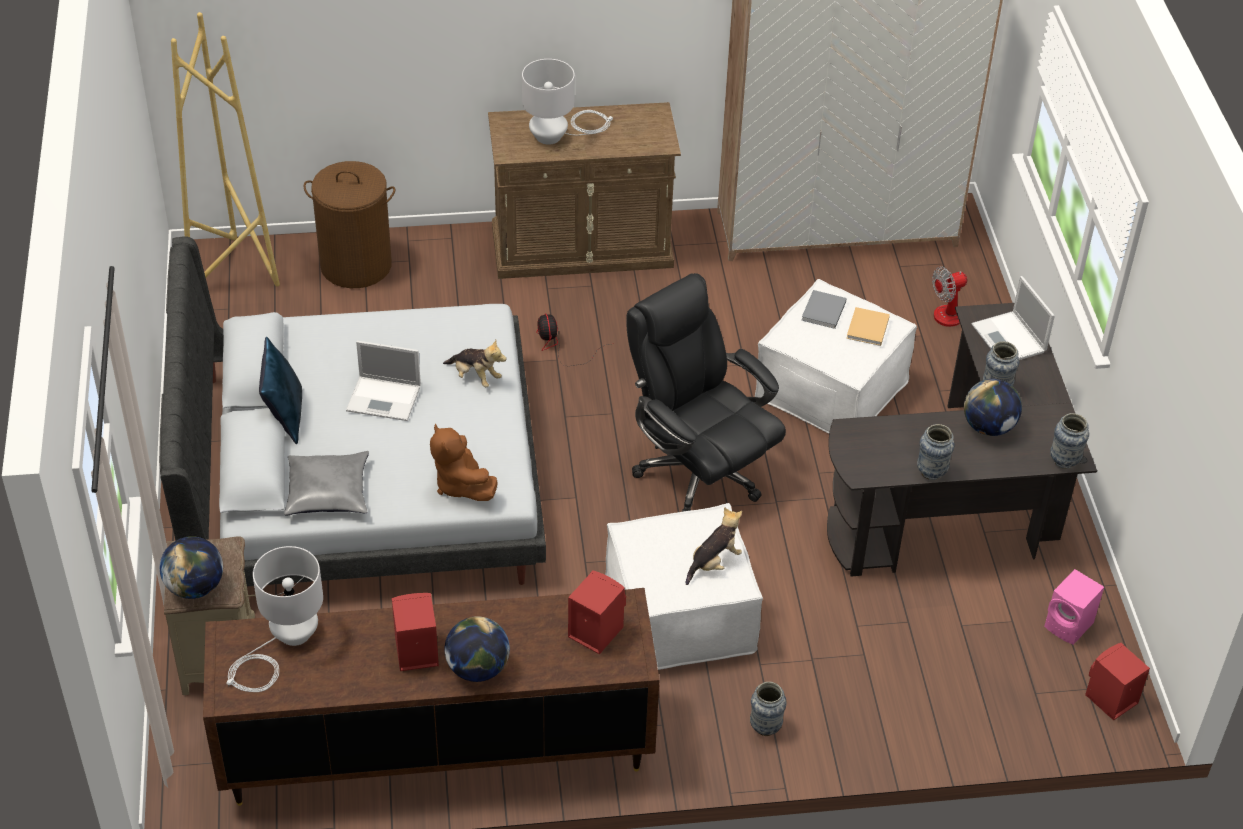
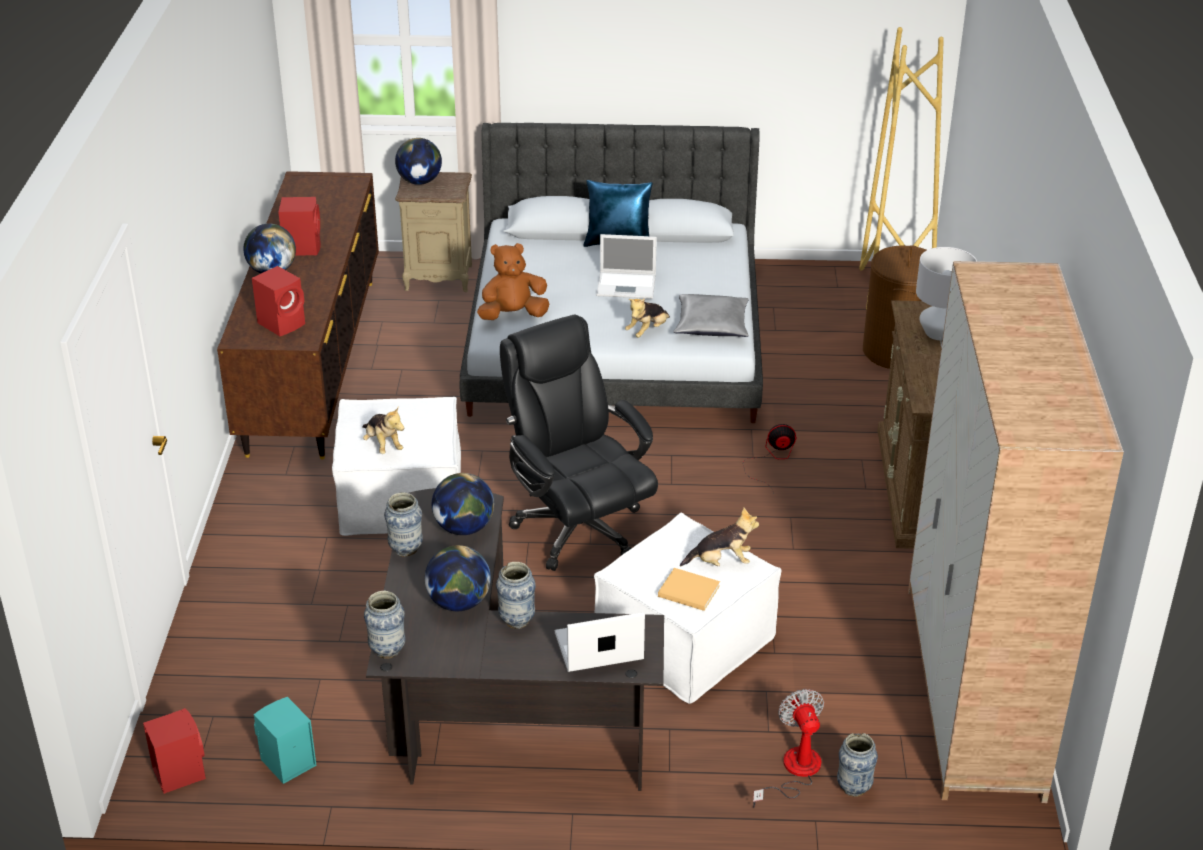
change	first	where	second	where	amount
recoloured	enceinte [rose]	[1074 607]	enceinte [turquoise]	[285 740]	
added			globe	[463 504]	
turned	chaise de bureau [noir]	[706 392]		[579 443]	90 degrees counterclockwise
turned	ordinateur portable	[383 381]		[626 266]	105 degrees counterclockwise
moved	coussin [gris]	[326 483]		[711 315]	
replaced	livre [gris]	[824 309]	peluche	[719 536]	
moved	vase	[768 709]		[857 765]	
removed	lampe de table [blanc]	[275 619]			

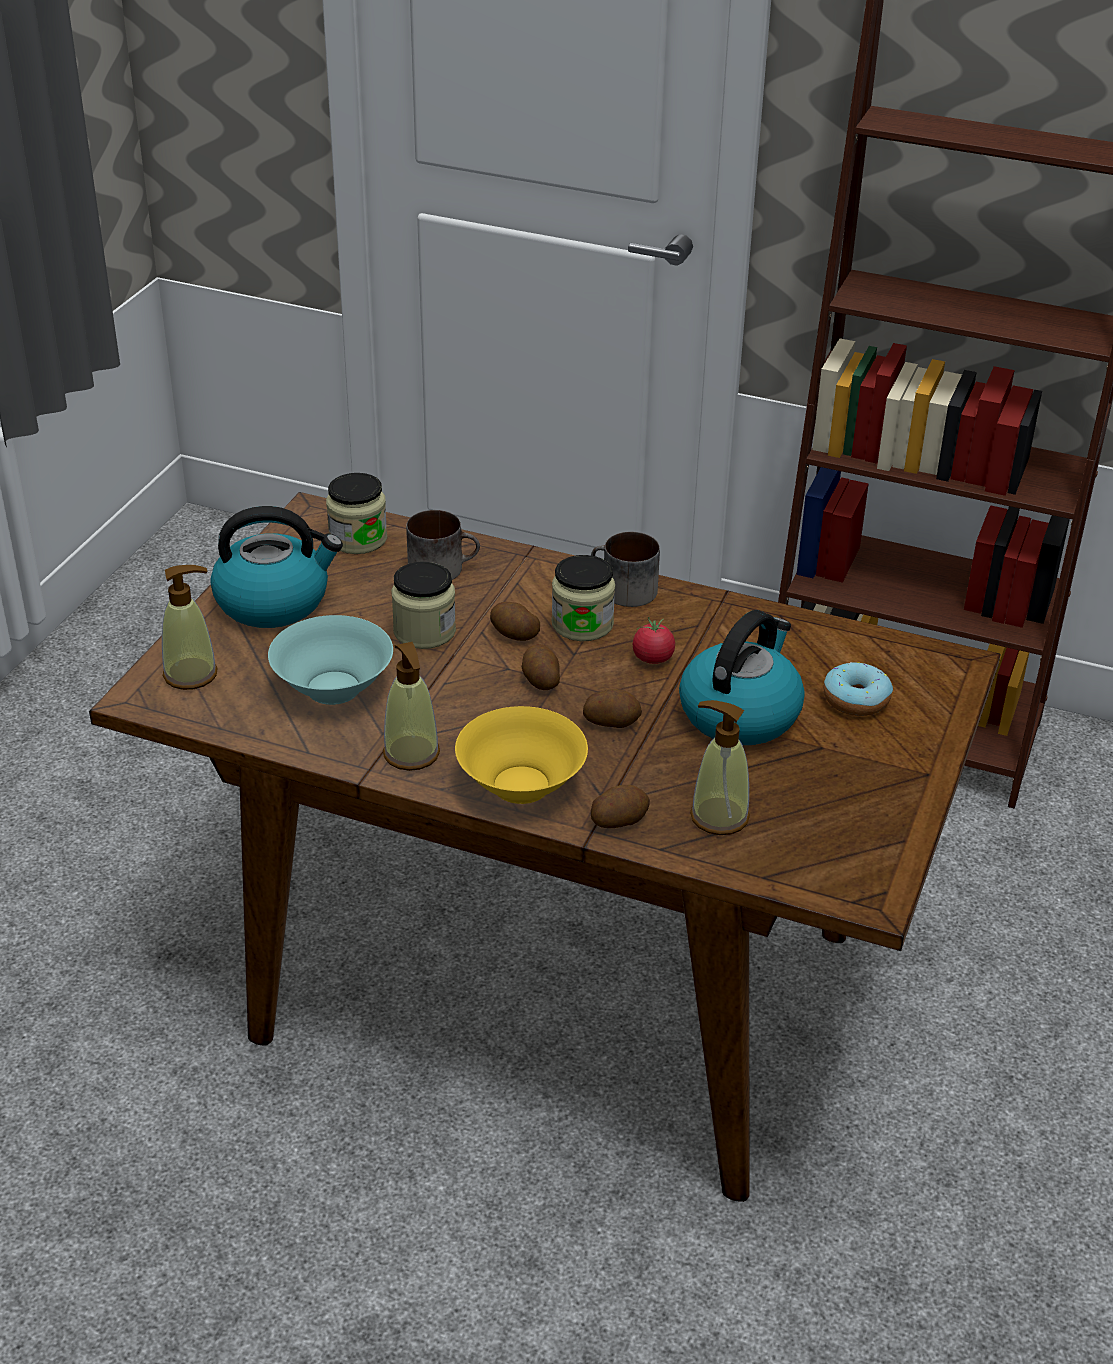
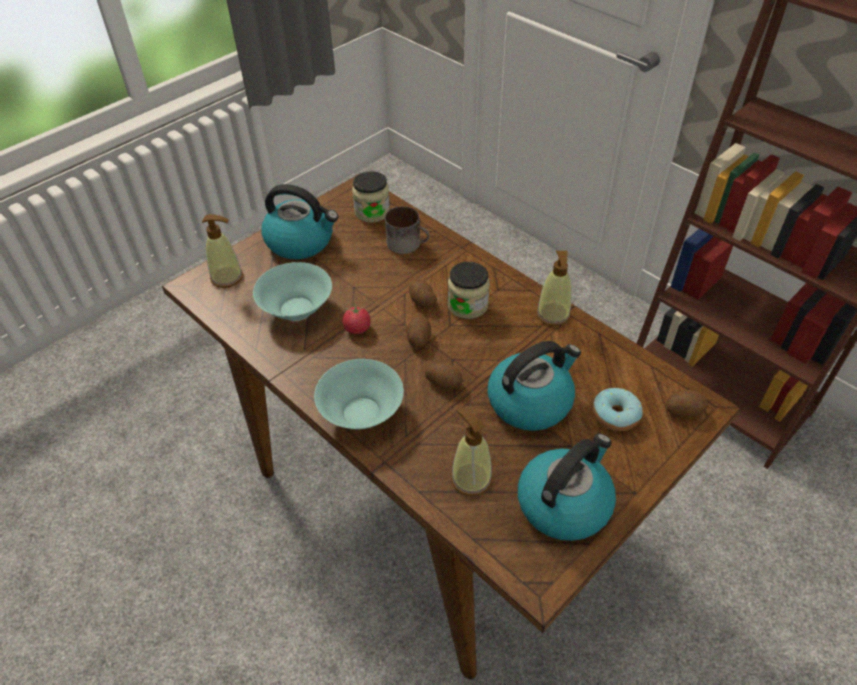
change	first	where	second	where	amount
recoloured	bol [jaune]	[521 755]	bol [turquoise]	[359 394]	
moved	tomate	[654 640]		[357 318]	
added			bouilloire	[567 487]	
moved	distributeur de savon	[411 706]		[554 288]	
moved	pomme de terre	[620 806]		[687 403]	
removed	bocal	[423 605]			
removed	mug	[625 569]			

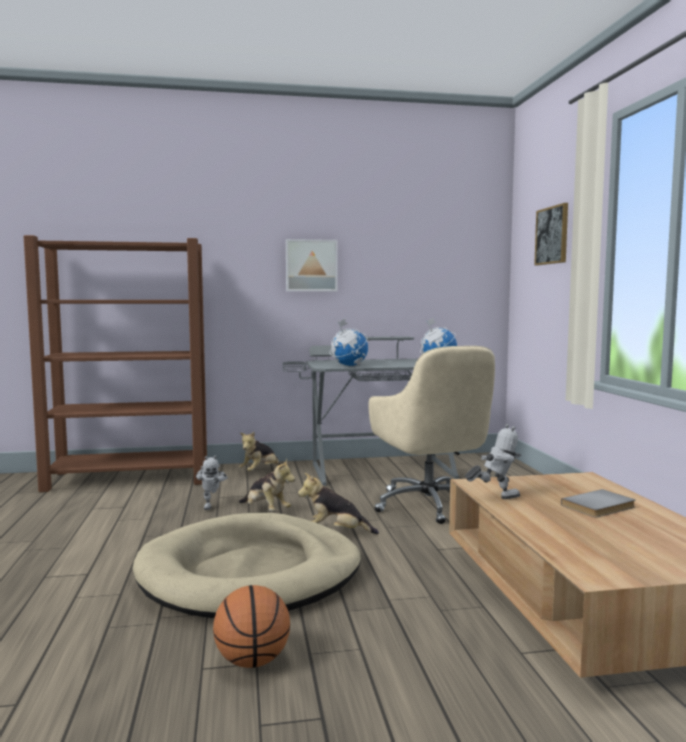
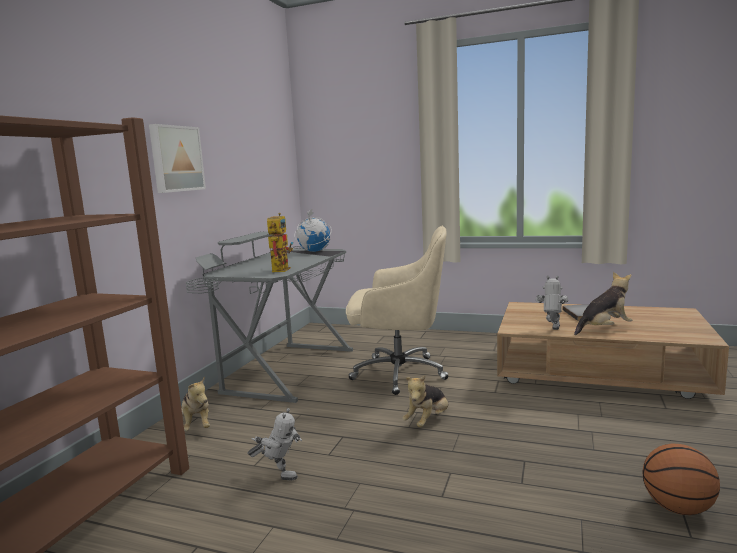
change	first	where	second	where	amount
replaced	globe	[349 342]	robot jouet	[280 242]	
moved	peluche	[267 485]		[603 303]	
removed	panier pour chien [beige]	[247 565]			
removed	tableau	[551 234]			

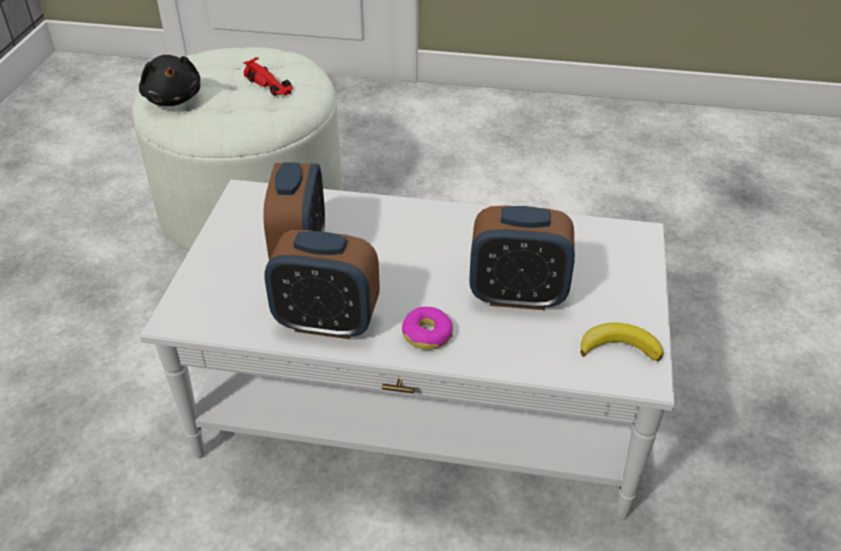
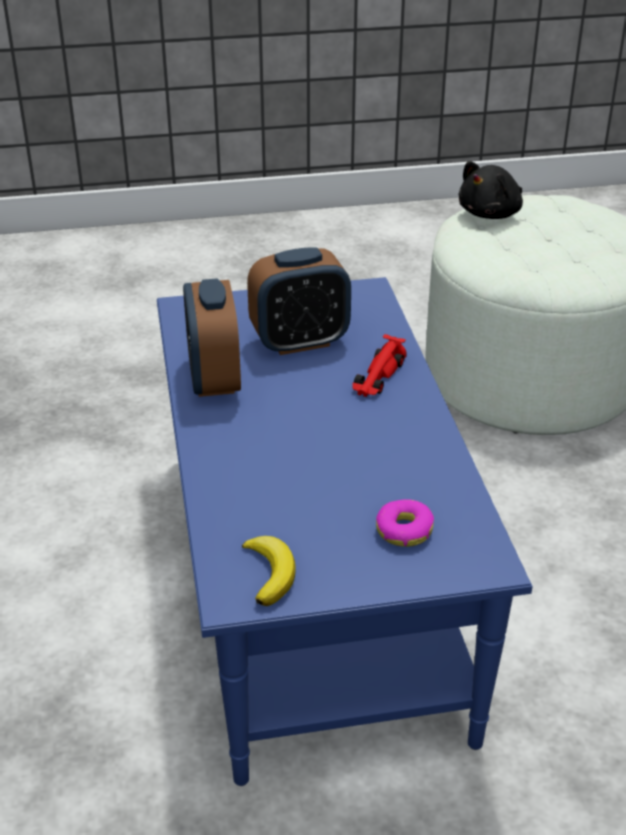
change	first	where	second	where	amount
recoloured	table basse [blanc]	[407 349]	table basse [bleu]	[344 531]	
moved	petite voiture [rouge]	[268 76]		[379 365]	
moved	beignet	[427 328]		[405 523]	
removed	réveil	[522 258]			

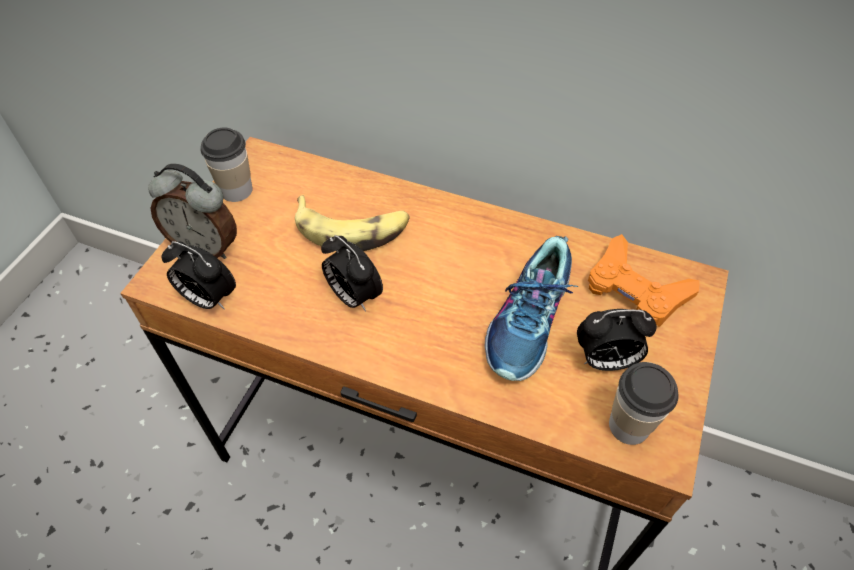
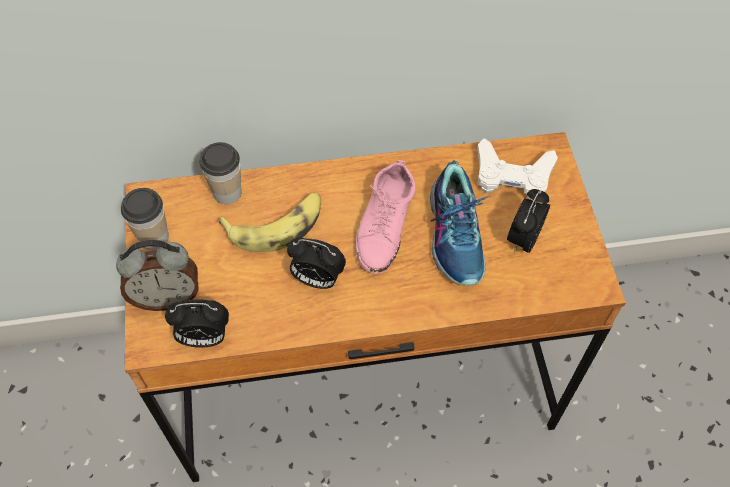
change	first	where	second	where	amount
moved	tasse	[643 403]		[220 173]	
added			chaussure [rose]	[385 217]	
recoloured	manette [orange]	[644 280]	manette [blanc]	[517 169]	
turned	réveil	[617 340]		[528 221]	150 degrees clockwise

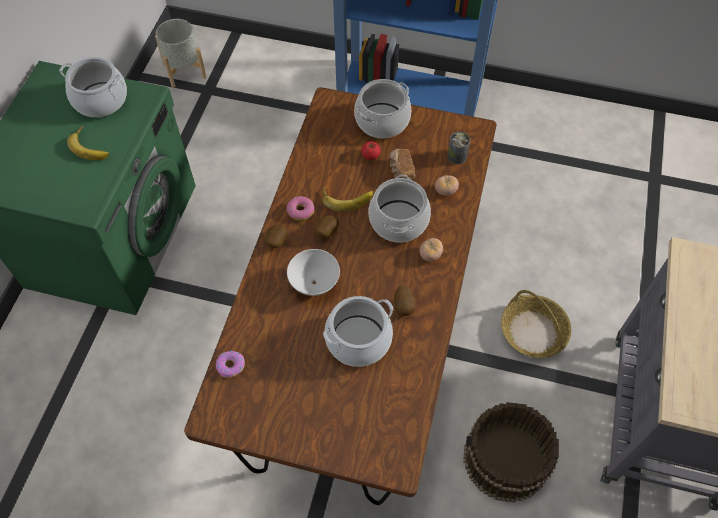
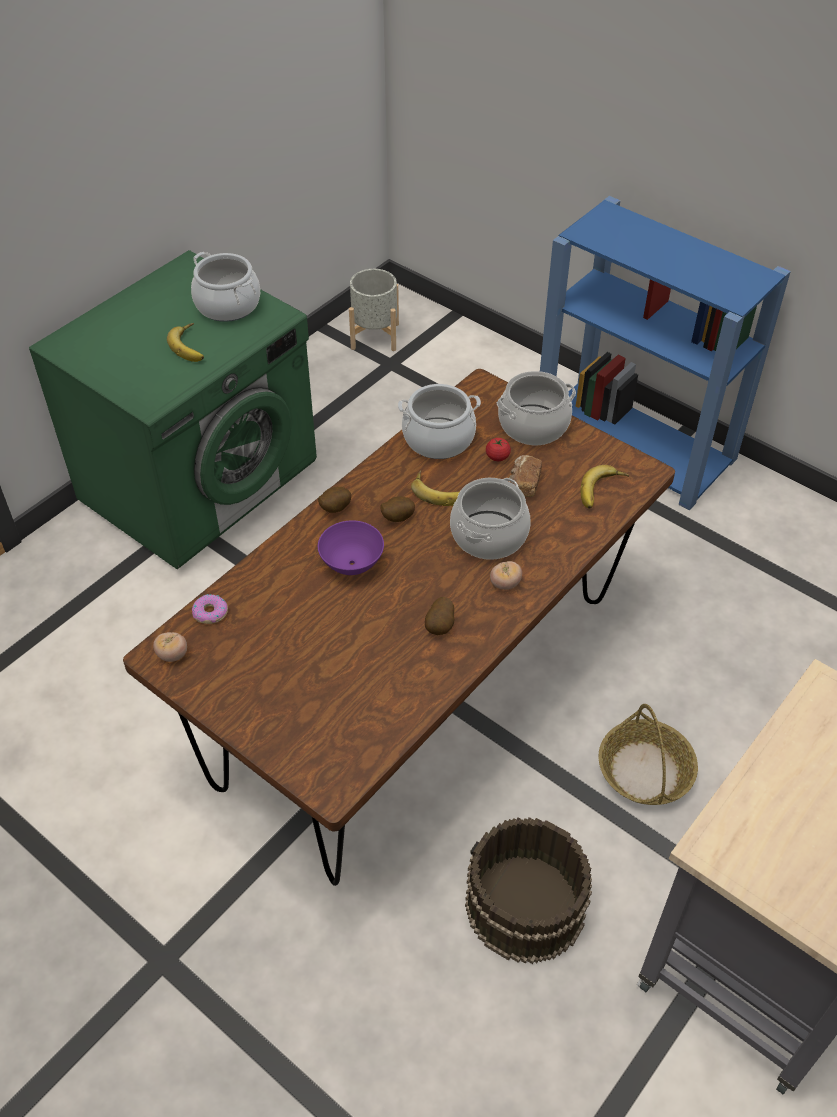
change	first	where	second	where	amount
moved	tomate	[447 185]		[170 647]	
recoloured	bol [blanc]	[313 272]	bol [violet]	[351 547]	
moved	marmite	[358 331]		[439 421]	
replaced	boîte métallique	[458 148]	banane	[605 487]	
removed	beignet	[301 208]			

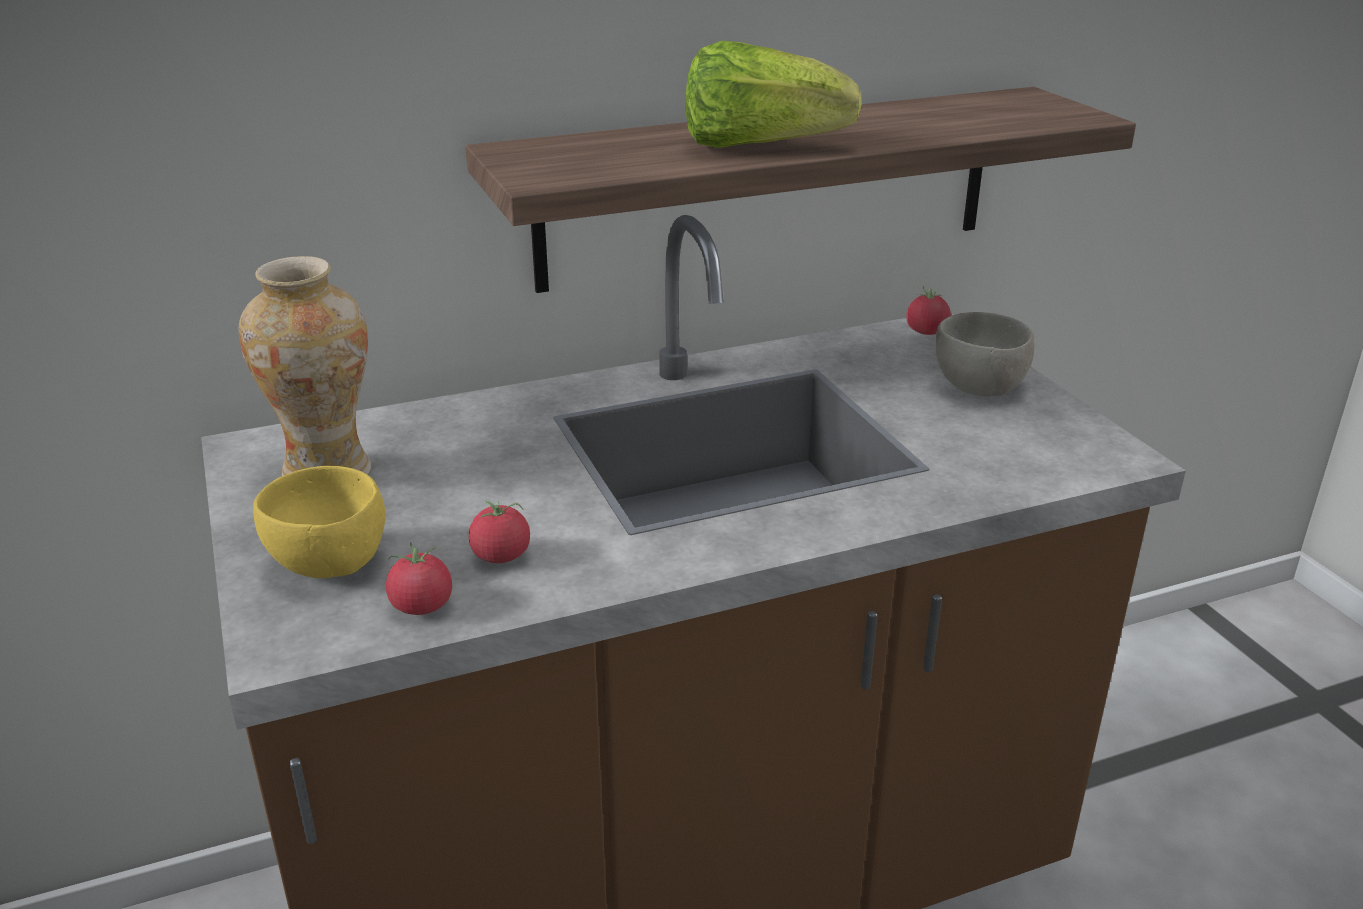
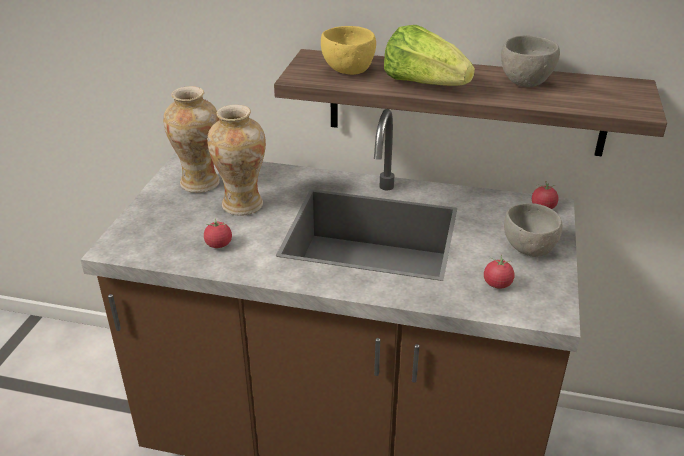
change	first	where	second	where	amount
added			vase	[236 160]	
moved	bol [jaune]	[319 522]		[348 50]	
moved	tomate	[419 578]		[499 272]	
added			bol [gris]	[530 61]	

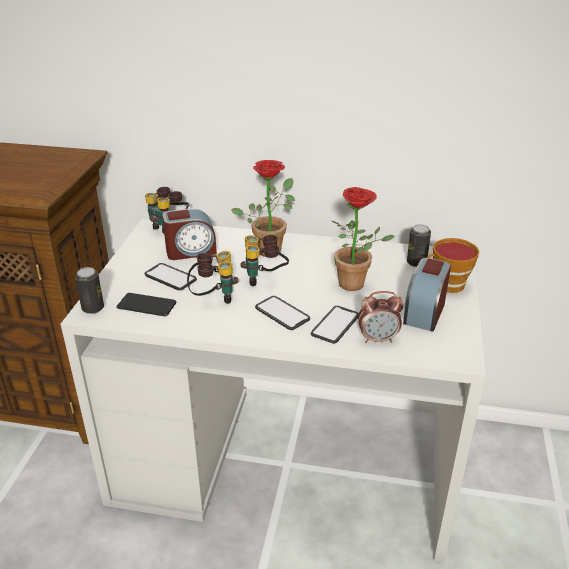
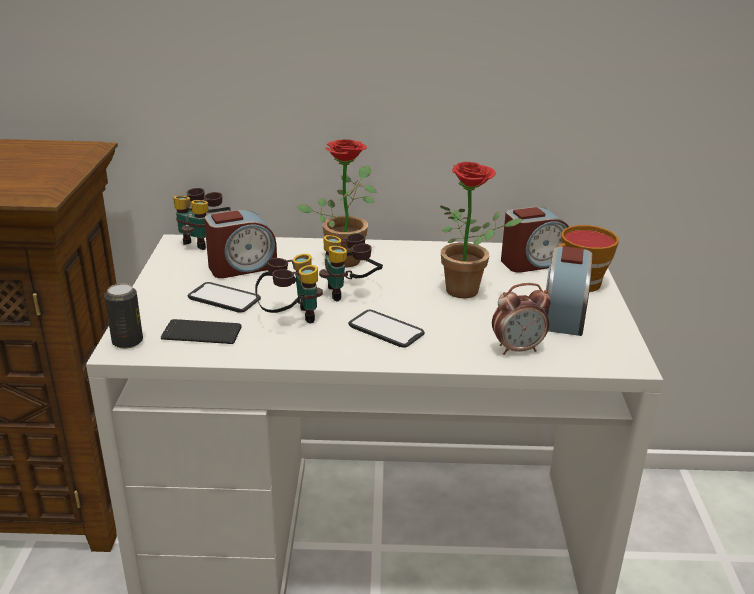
change	first	where	second	where	amount
replaced	boîte métallique	[419 245]	réveil	[535 240]	
removed	téléphone	[335 325]			

